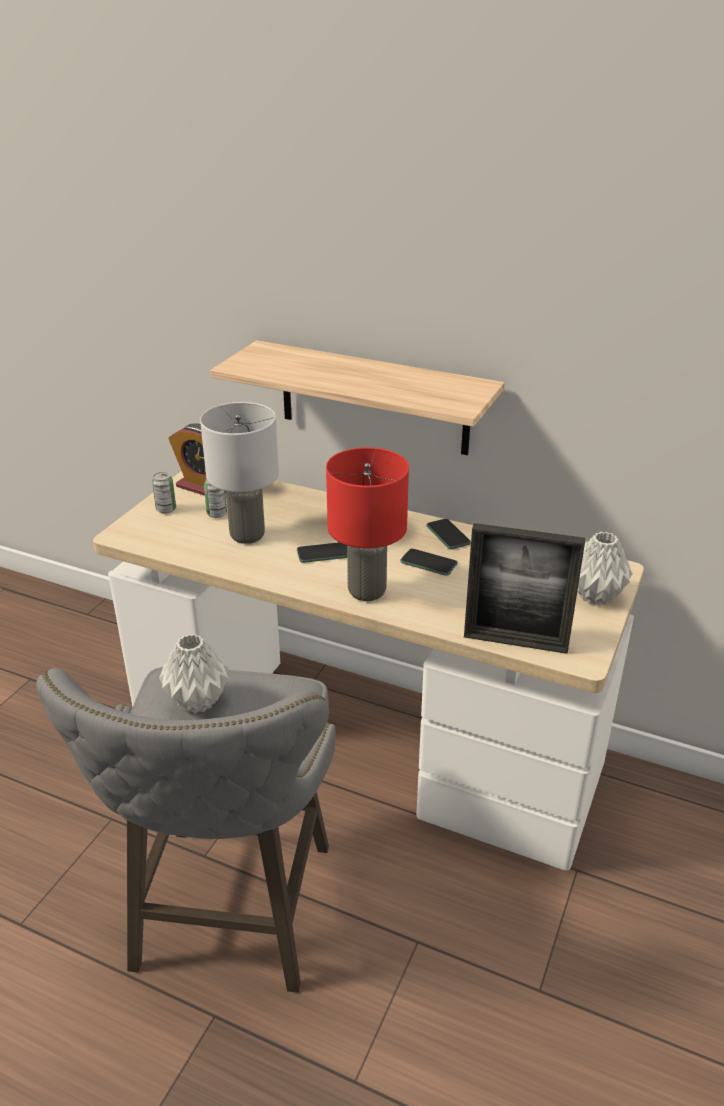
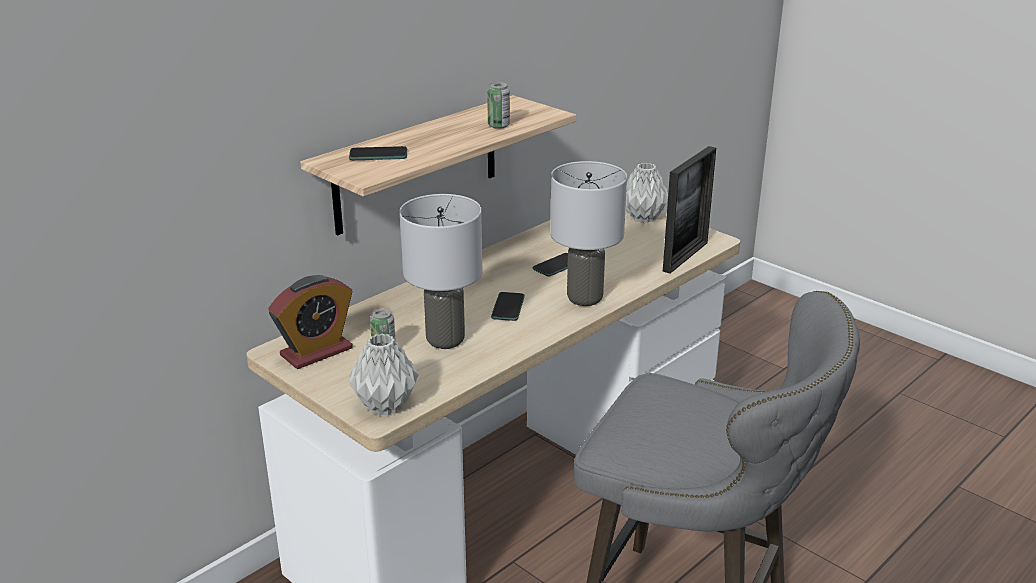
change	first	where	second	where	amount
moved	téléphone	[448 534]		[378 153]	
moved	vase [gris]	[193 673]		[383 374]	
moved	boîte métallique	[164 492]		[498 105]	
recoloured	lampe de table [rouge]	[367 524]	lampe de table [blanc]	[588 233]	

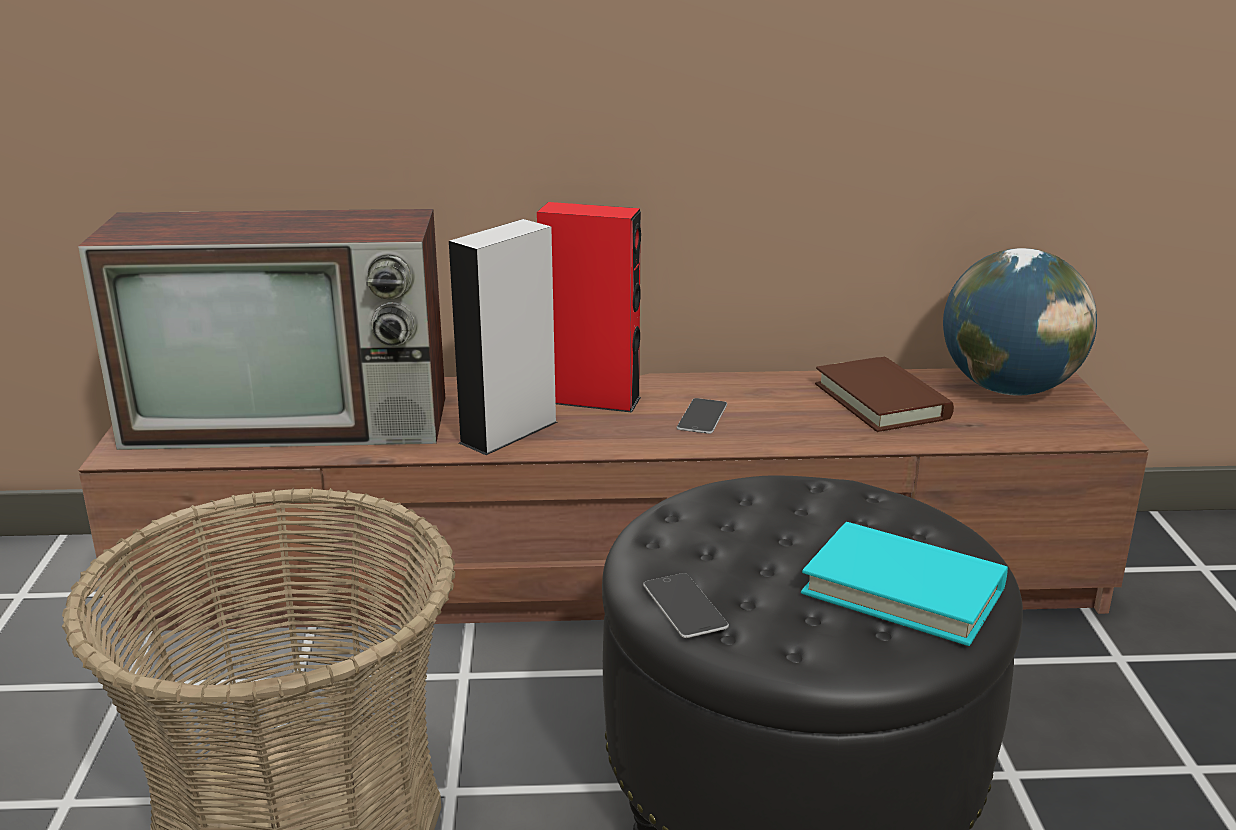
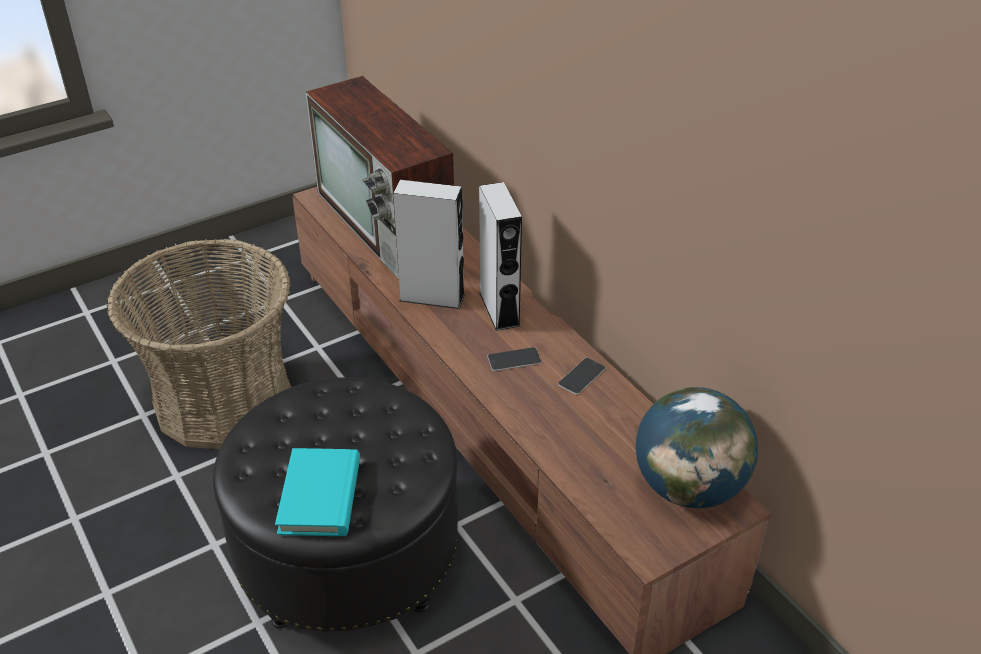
change	first	where	second	where	amount
recoloured	enceinte [rouge]	[589 307]	enceinte [gris]	[500 256]	
moved	téléphone	[686 605]		[582 376]	
removed	livre [marron]	[884 394]			

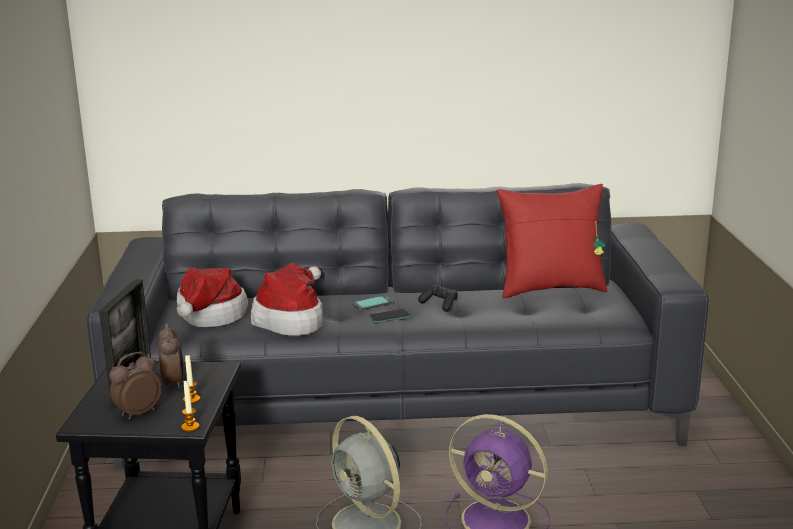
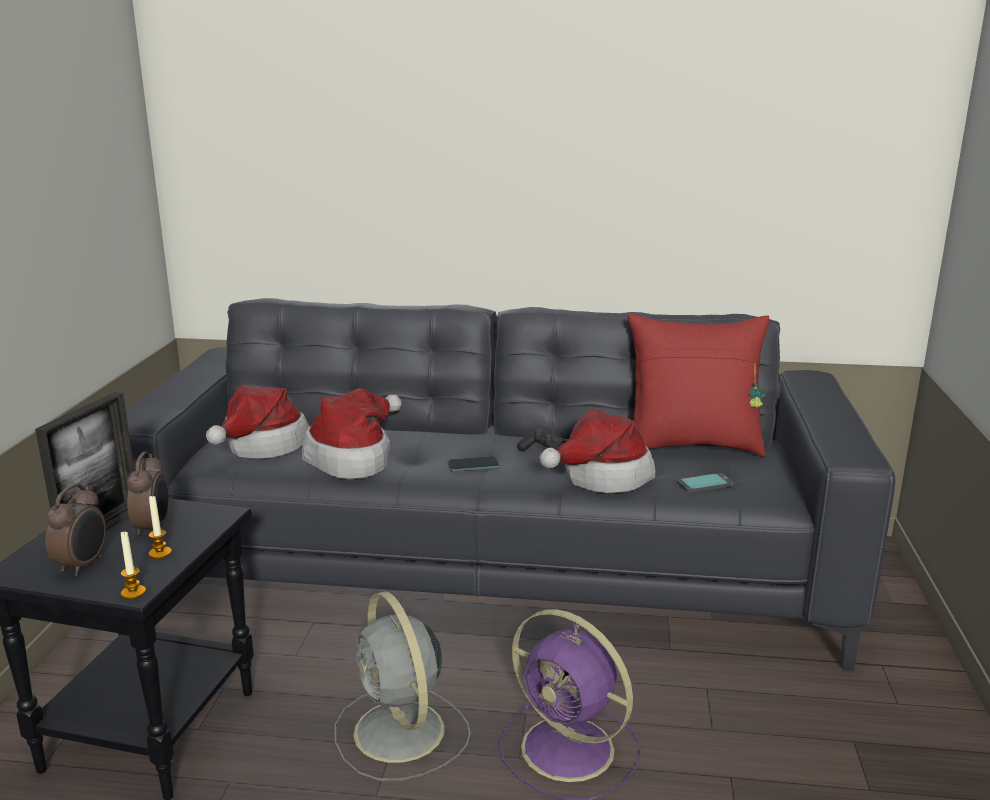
change	first	where	second	where	amount
turned	réveil	[135 385]		[75 529]	135 degrees clockwise
added			chapeau	[597 451]	
moved	téléphone	[373 303]		[705 483]	

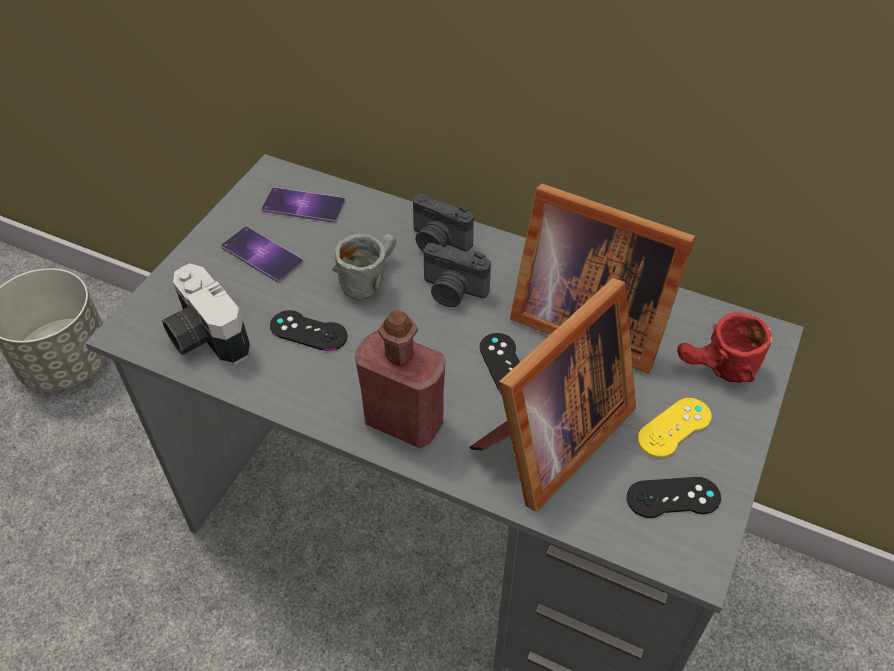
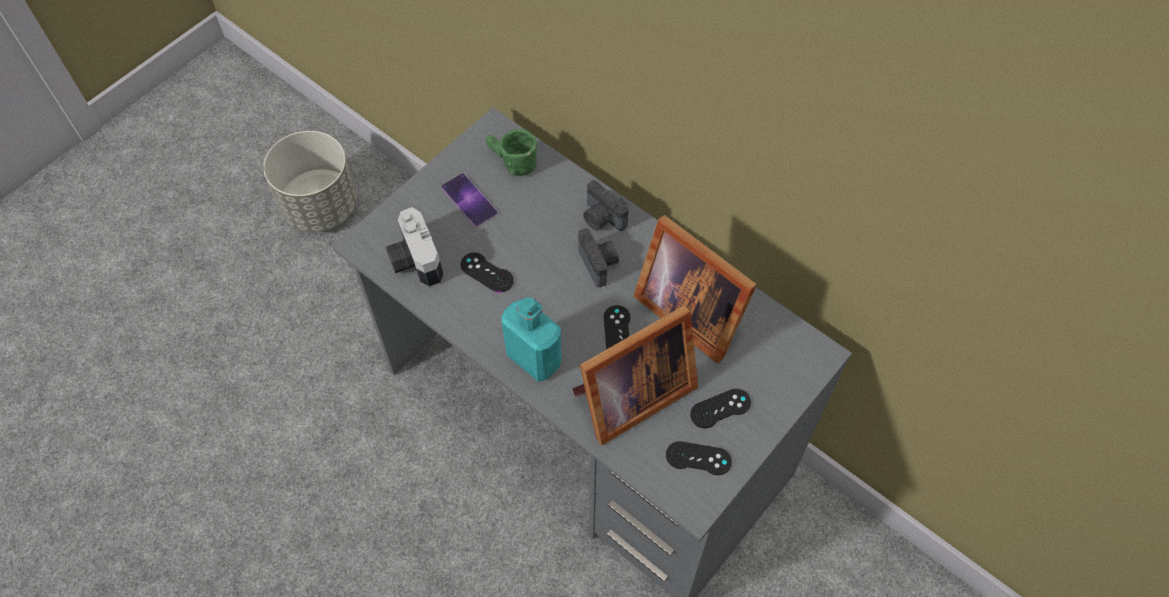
change	first	where	second	where	amount
replaced	téléphone	[303 205]	mug [vert]	[511 152]	
recoloured	bouteille [rouge]	[400 379]	bouteille [turquoise]	[531 339]	
turned	appareil photo	[457 275]		[598 258]	150 degrees counterclockwise
recoloured	manette [jaune]	[674 428]	manette [noir]	[720 408]	
removed	mug [gris]	[364 267]			
removed	mug [rouge]	[724 347]			

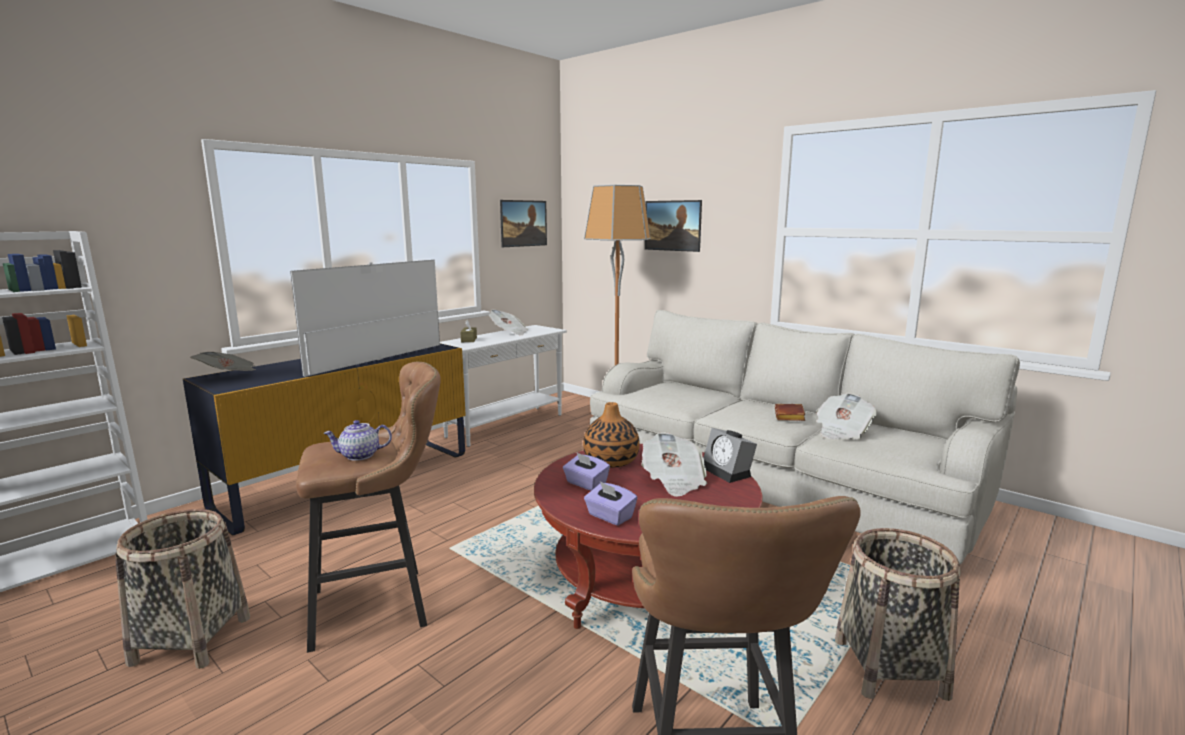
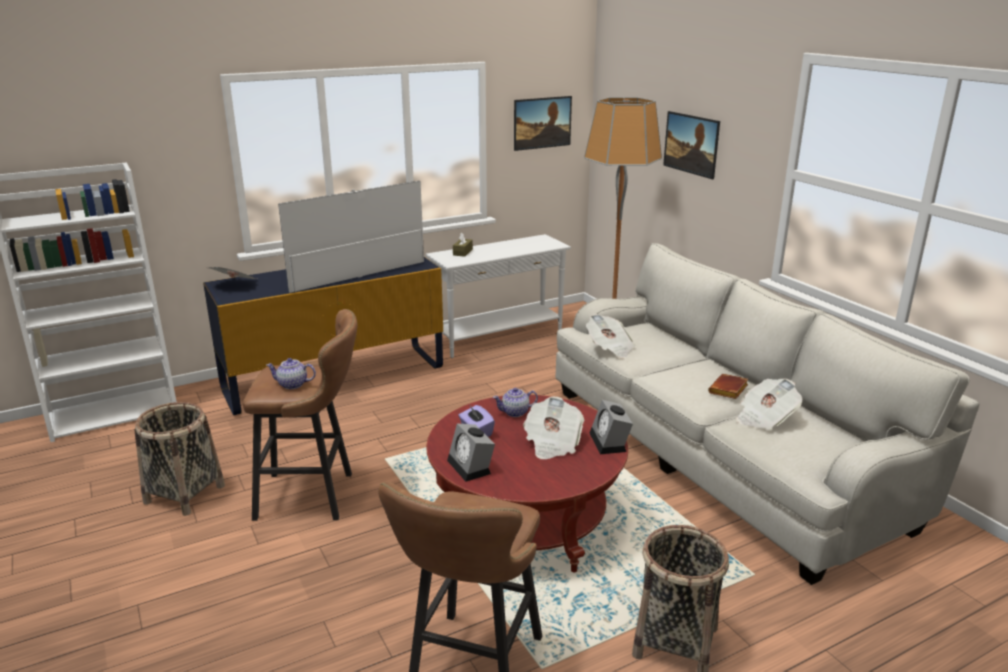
change	first	where	second	where	amount
replaced	boîte à mouchoirs [violet]	[610 503]	réveil	[471 452]	
replaced	vase	[611 435]	théière	[515 402]	
moved	journal	[508 322]		[611 336]	

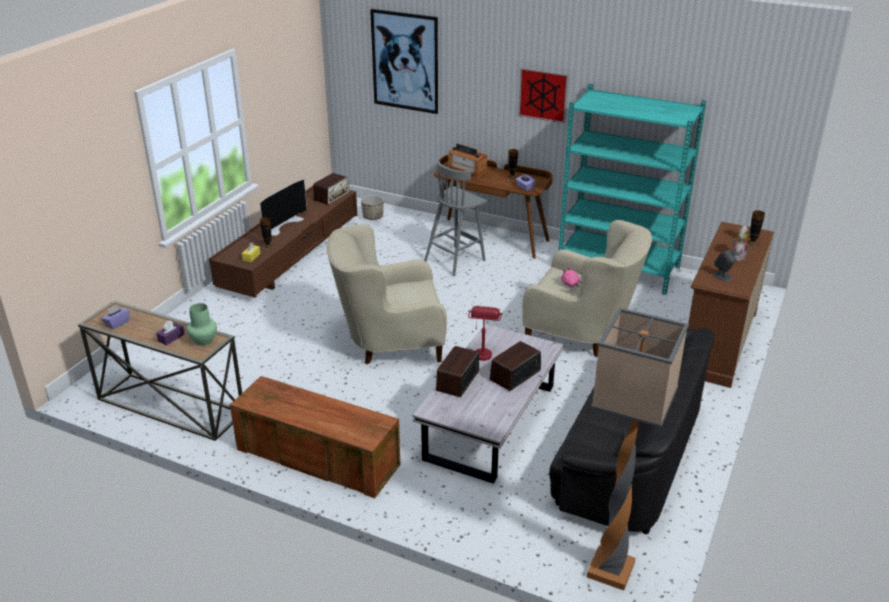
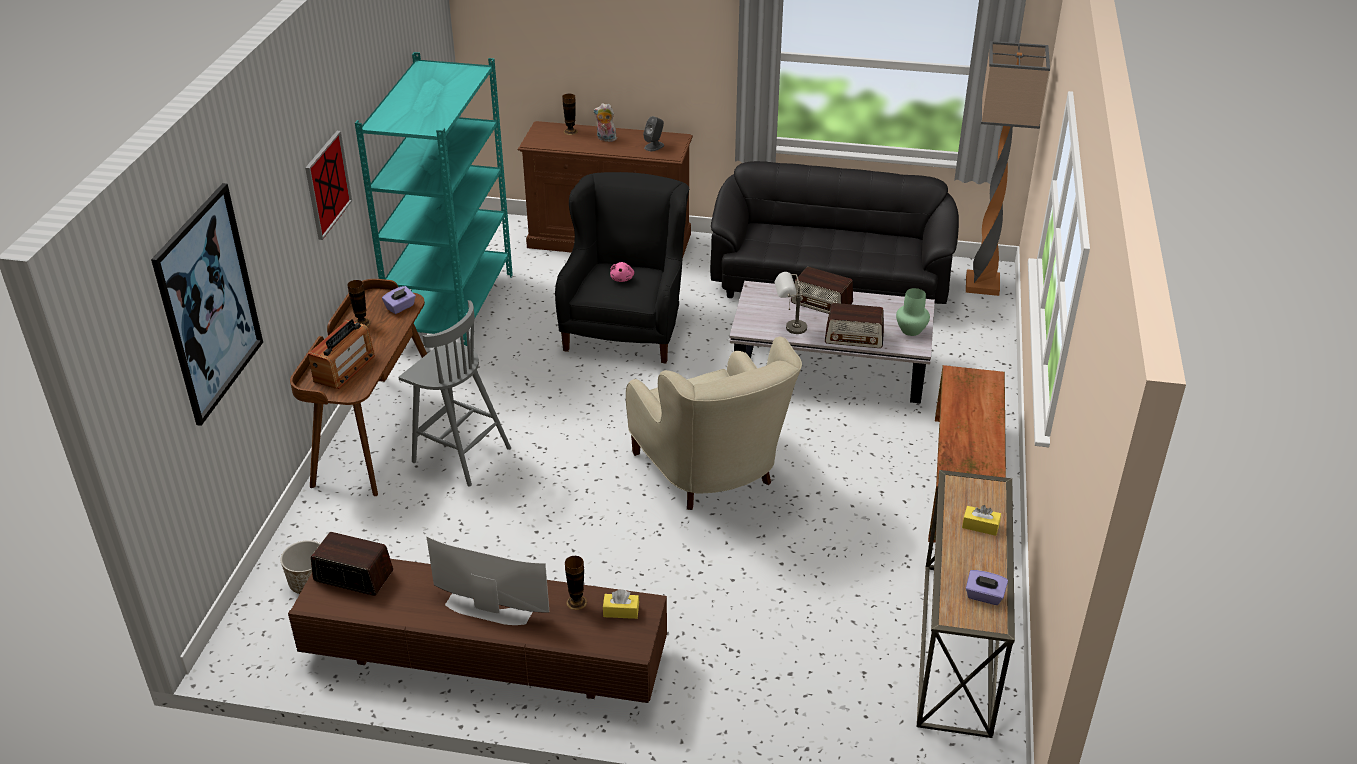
change	first	where	second	where	amount
recoloured	fauteuil [beige]	[587 288]	fauteuil [noir]	[622 267]	
recoloured	lampe de table [rouge]	[485 333]	lampe de table [gris]	[791 303]	
moved	vase [vert]	[201 324]		[913 312]	
recoloured	boîte à mouchoirs [violet]	[170 333]	boîte à mouchoirs [jaune]	[981 520]	

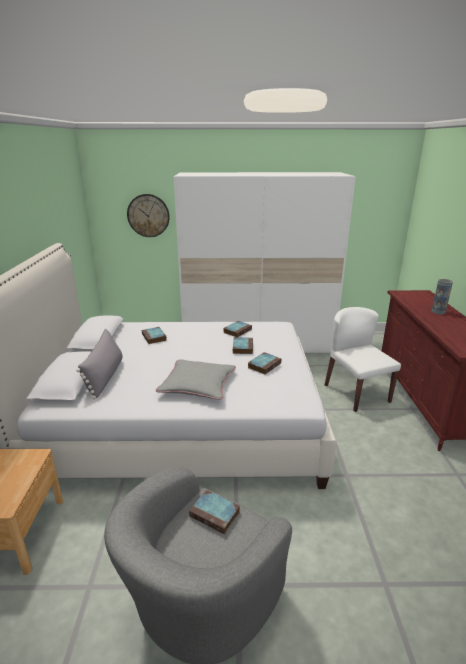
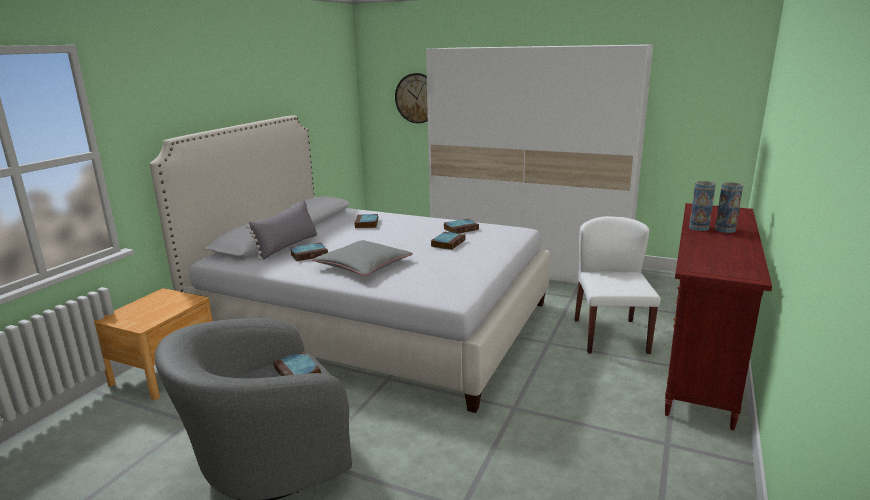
change	first	where	second	where	amount
moved	livre	[264 363]		[309 251]	
added			vase	[702 206]	

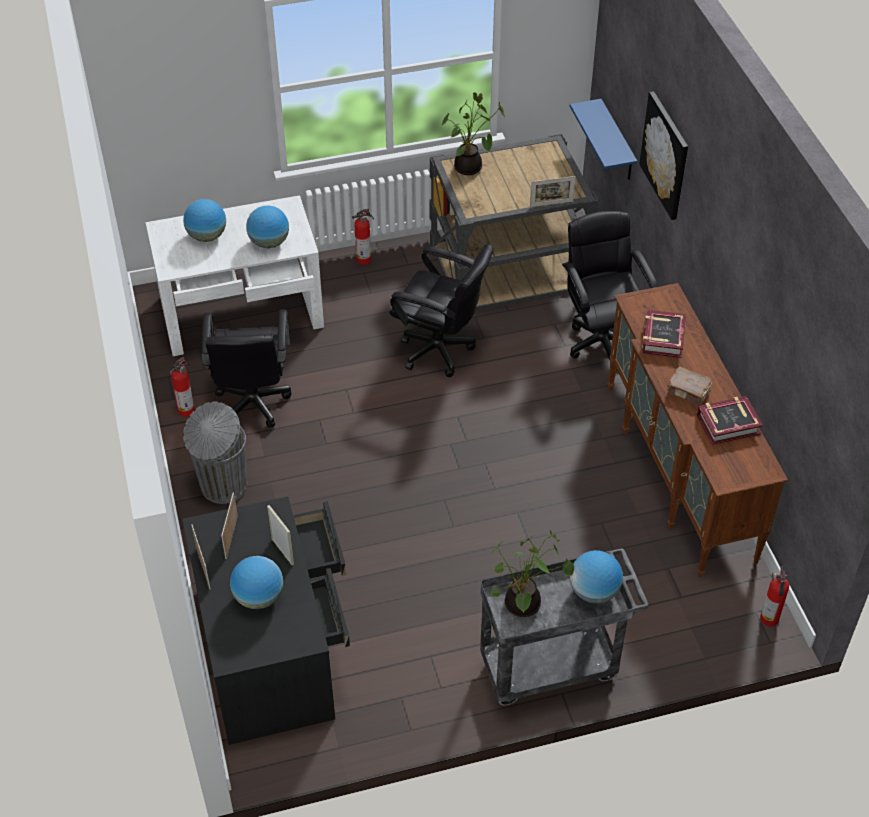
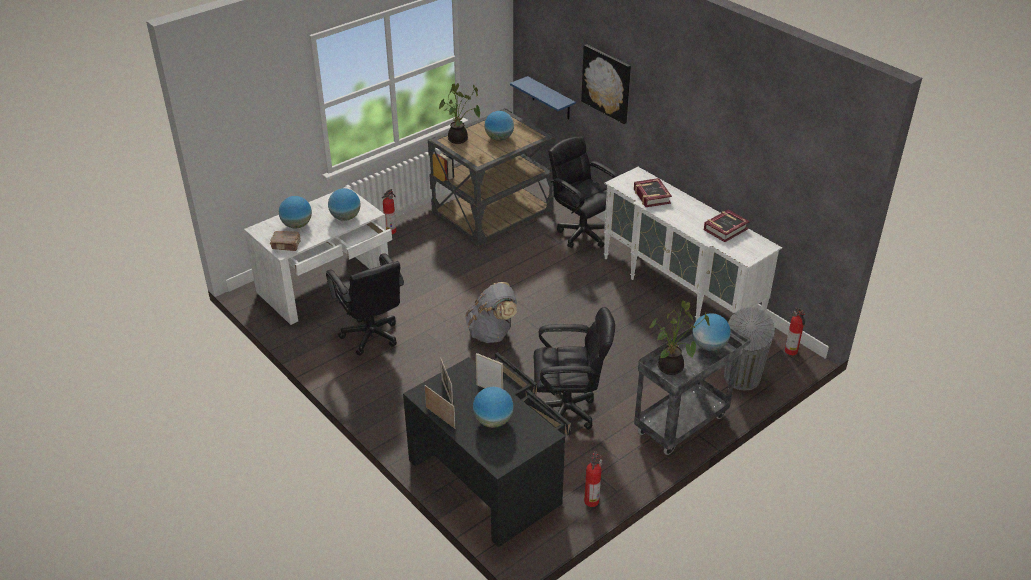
change	first	where	second	where	amount
moved	livre [marron]	[689 386]		[285 241]	
added			sac à dos [gris]	[491 312]	
added			globe	[499 126]	
moved	chaise de bureau [noir]	[442 310]		[574 368]	
moved	extincteur	[182 386]		[593 479]	
recoloured	meuble de rangement [marron]	[698 430]	meuble de rangement [blanc]	[693 244]	
moved	poubelle [gris]	[215 453]		[749 348]	
removed	cadre photo	[553 191]			

